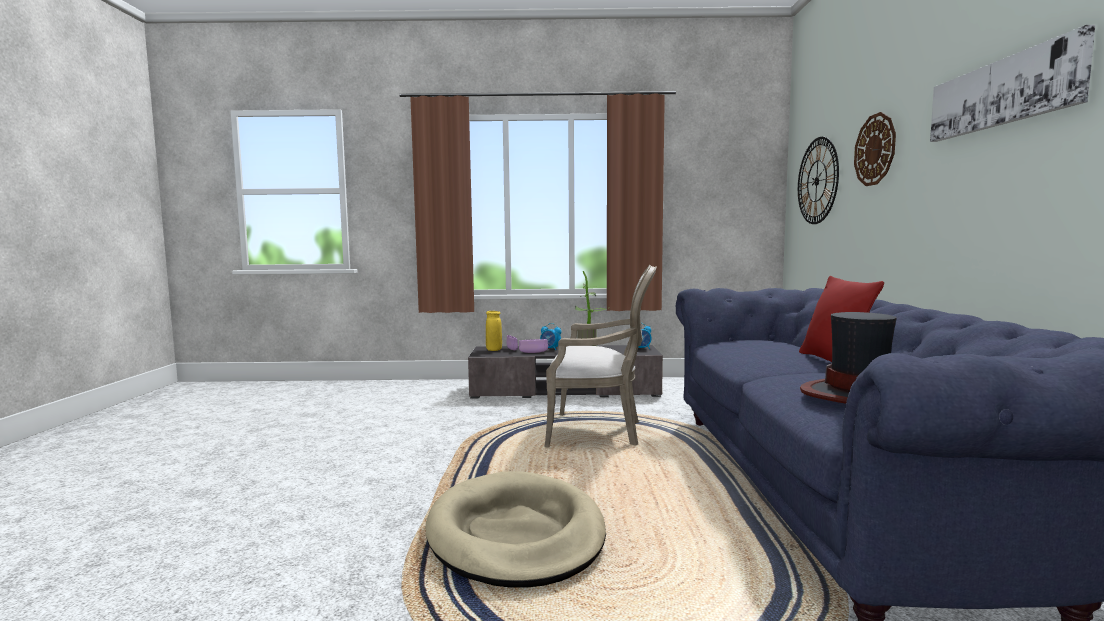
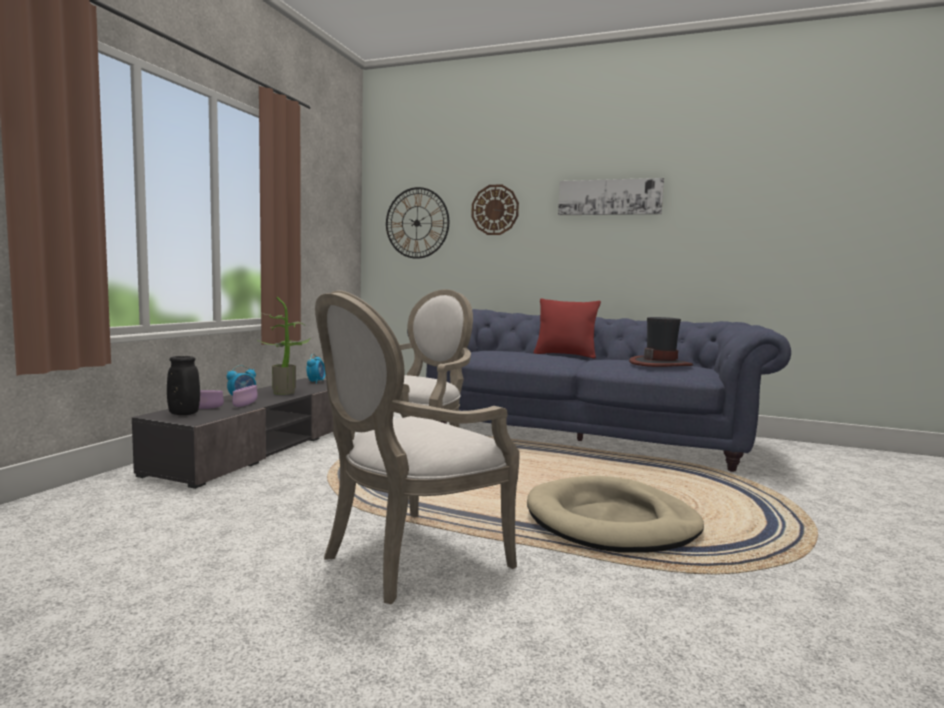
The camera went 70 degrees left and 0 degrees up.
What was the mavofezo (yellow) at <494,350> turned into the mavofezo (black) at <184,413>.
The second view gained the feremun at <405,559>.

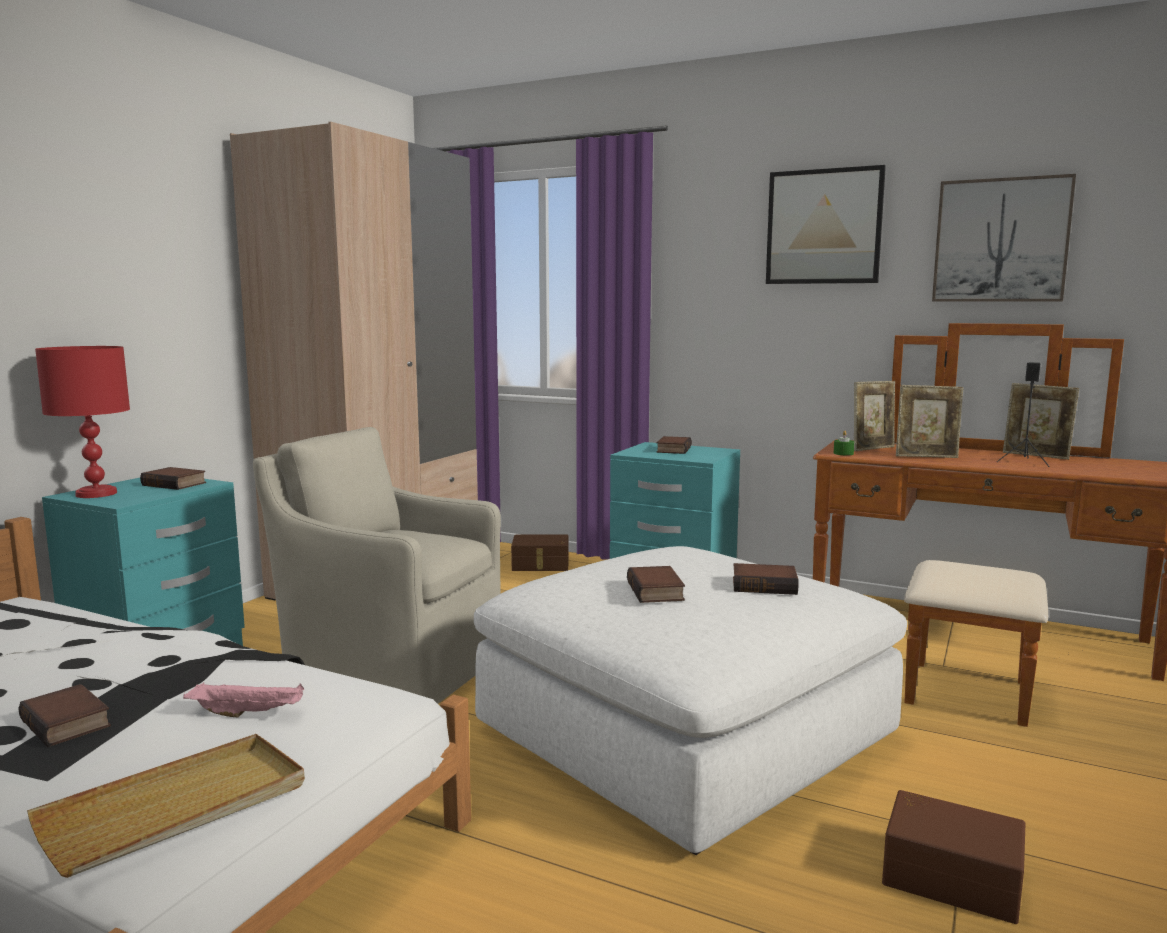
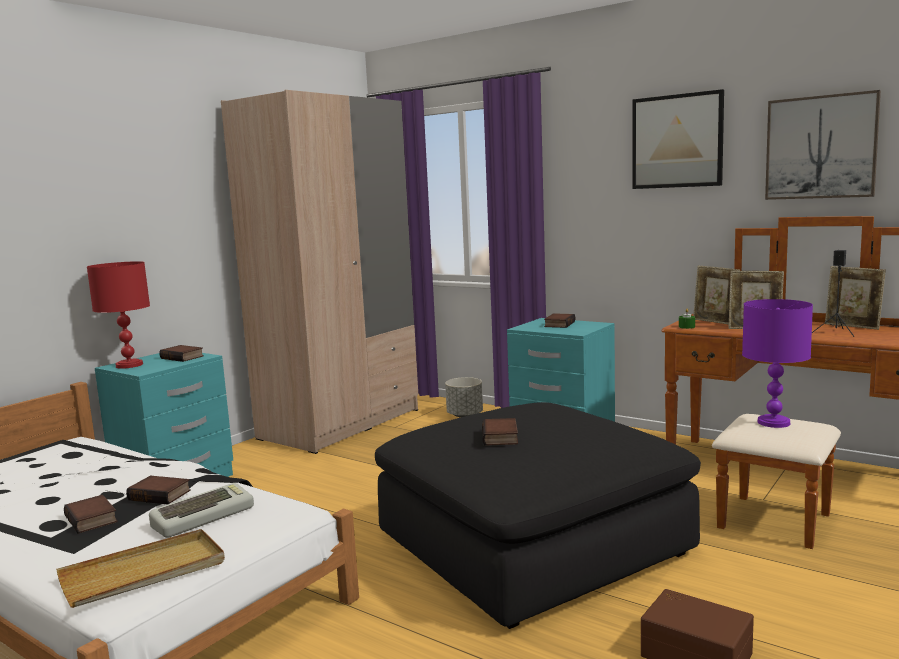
The camera went 10 degrees right and 0 degrees up.
Where the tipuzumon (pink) stood at <249,713>, the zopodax came to stand at <203,516>.
The second view lost the feremun (beige) at <391,670>.
What was the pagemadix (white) at <684,733> turned into the pagemadix (black) at <532,545>.
Where the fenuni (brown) stood at <540,565>, the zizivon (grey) came to stand at <465,415>.
The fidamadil ended up elsewhere, having gone from <765,585> to <161,495>.
The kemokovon at <872,449> ended up facing another way, 75 degrees clockwise from before.
The second view gained the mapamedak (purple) at <773,422>.

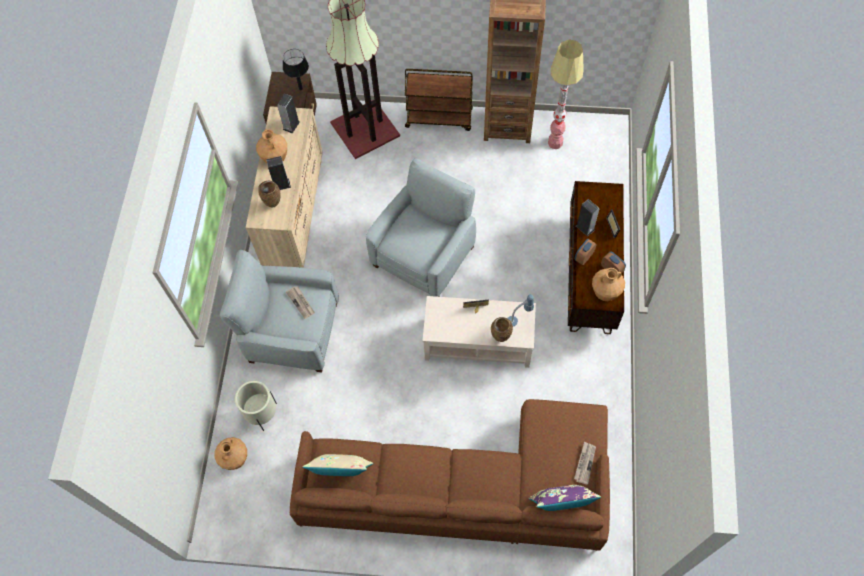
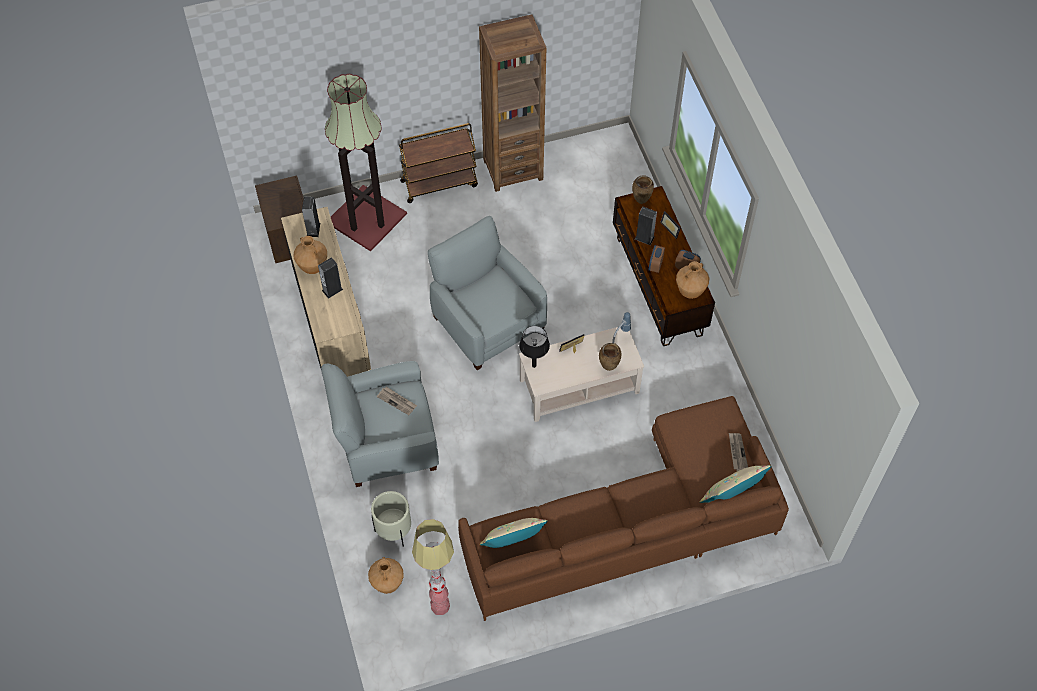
The camera went 25 degrees left and 5 degrees down.
The mavofezo (brown) ended up elsewhere, having gone from <273,204> to <641,201>.
The mapamedak (black) ended up elsewhere, having gone from <301,89> to <534,365>.
The feremun (grey) at <424,254> ended up facing another way, 45 degrees counterclockwise from before.
What was the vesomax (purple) at <560,504> turned into the vesomax (beige) at <731,496>.
The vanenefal ended up elsewhere, having gone from <555,143> to <440,606>.

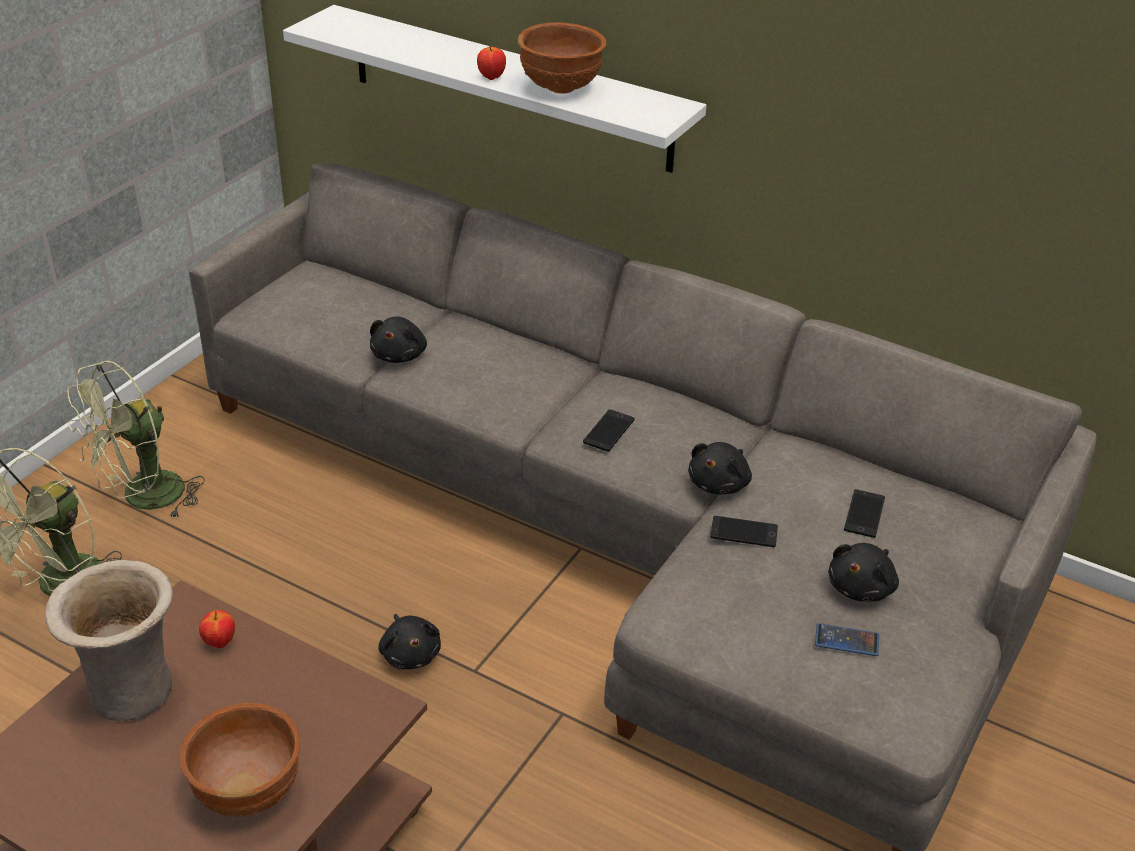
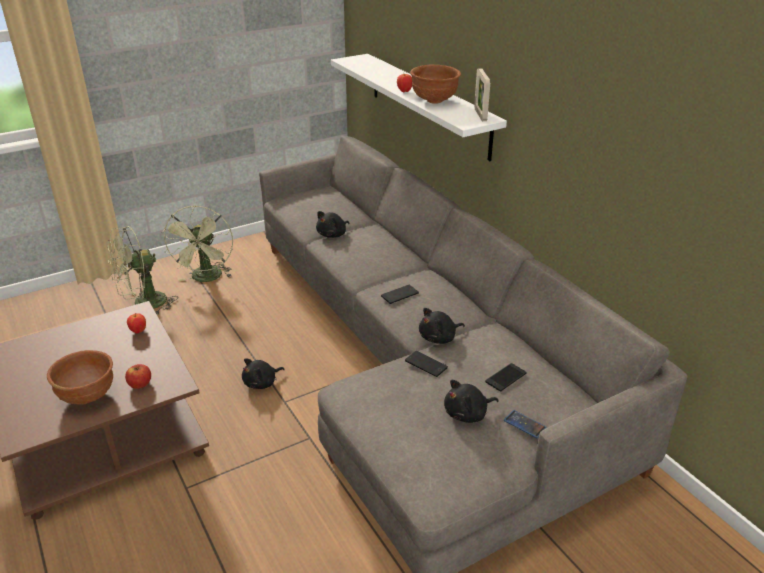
The camera went 30 degrees right and 5 degrees down.
The second view lost the mavofezo (beige) at <130,690>.
The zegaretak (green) at <143,499> ended up facing another way, 75 degrees counterclockwise from before.
The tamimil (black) at <410,653> ended up facing another way, 45 degrees clockwise from before.
The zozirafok ended up elsewhere, having gone from <846,640> to <525,424>.
The second view gained the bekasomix at <140,384>.
The second view gained the kemokovon at <480,115>.

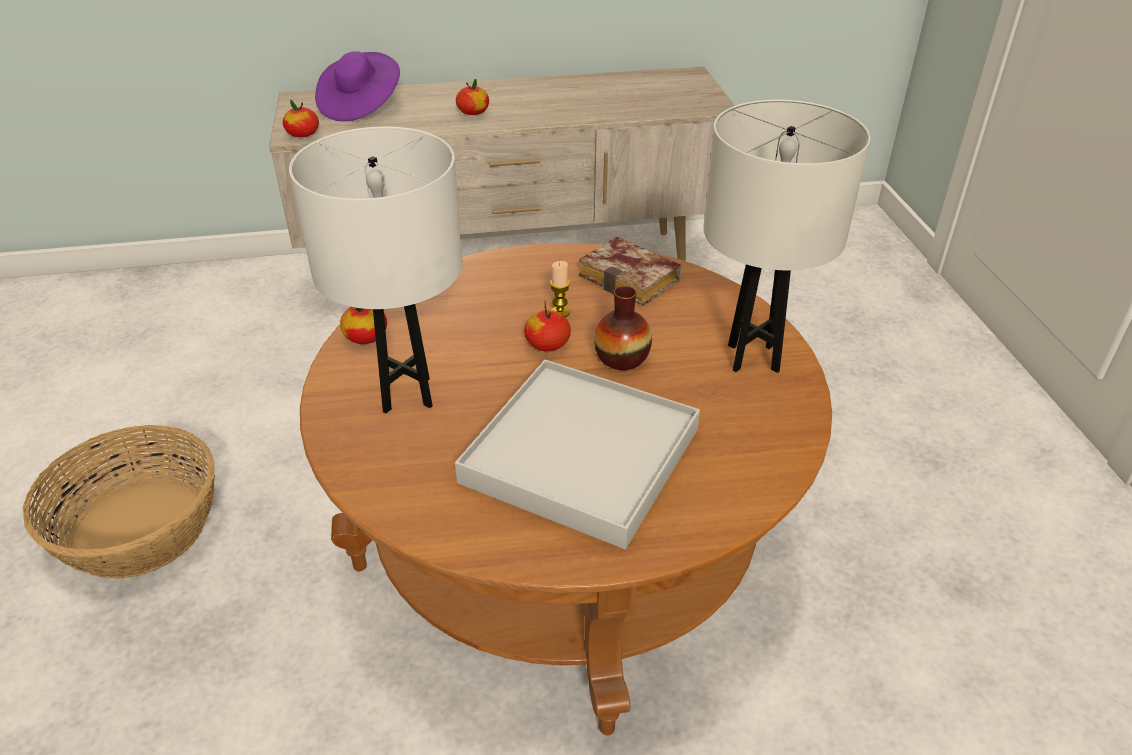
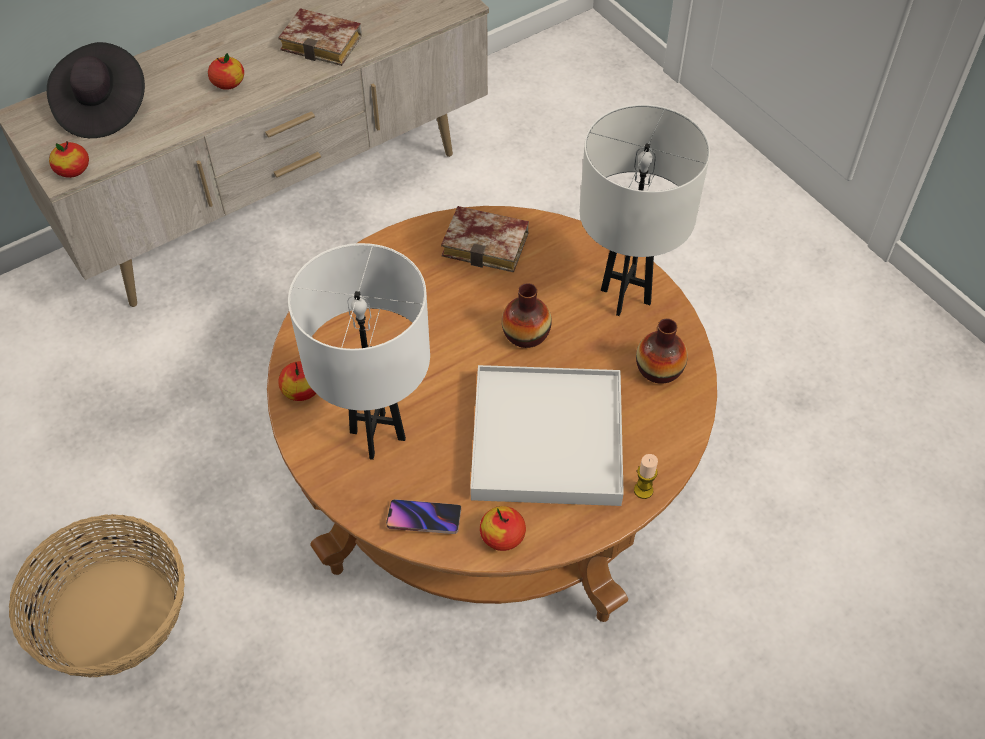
The camera went 25 degrees left and 15 degrees up.
What was the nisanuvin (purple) at <360,106> turned into the nisanuvin (black) at <102,108>.
The bekasomix ended up elsewhere, having gone from <547,344> to <502,536>.
The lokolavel ended up elsewhere, having gone from <560,312> to <643,490>.
The second view gained the fidamadil at <325,43>.
The second view gained the zozirafok at <424,519>.
The second view gained the mavofezo at <659,369>.

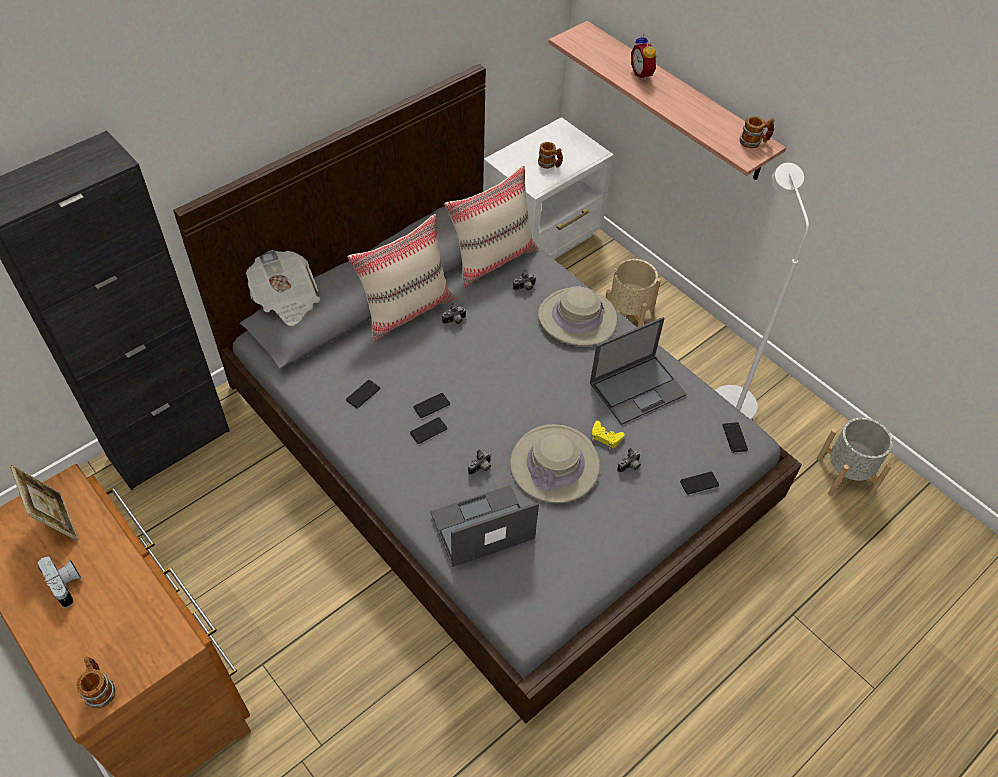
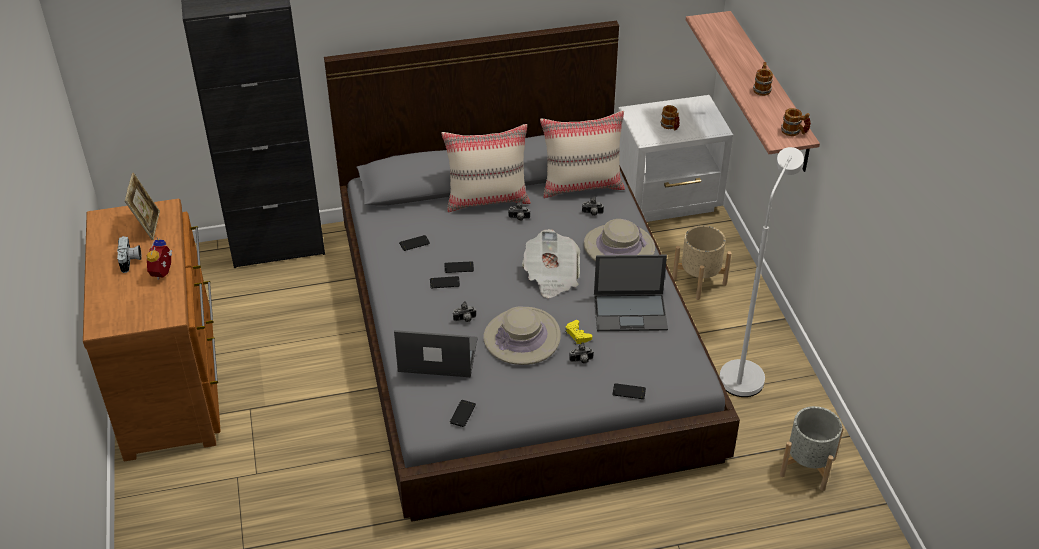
The camera went 30 degrees right and 10 degrees down.
The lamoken ended up elsewhere, having gone from <100,688> to <761,88>.
The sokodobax ended up elsewhere, having gone from <286,300> to <551,276>.
The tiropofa ended up elsewhere, having gone from <643,73> to <164,273>.
The zozirafok ended up elsewhere, having gone from <734,437> to <462,413>.

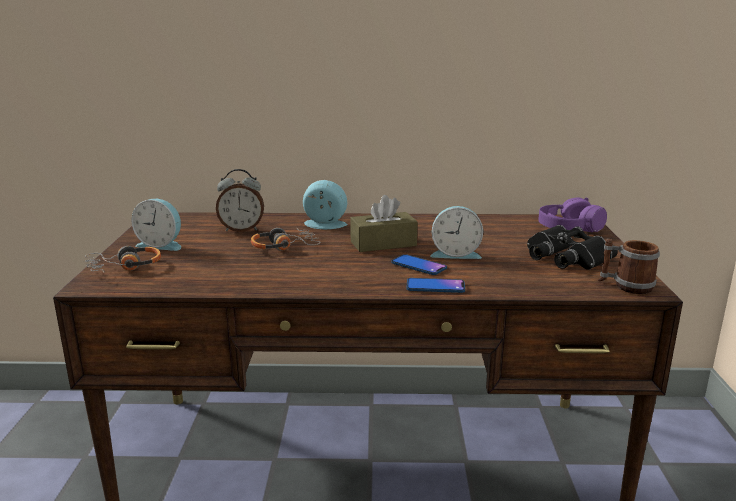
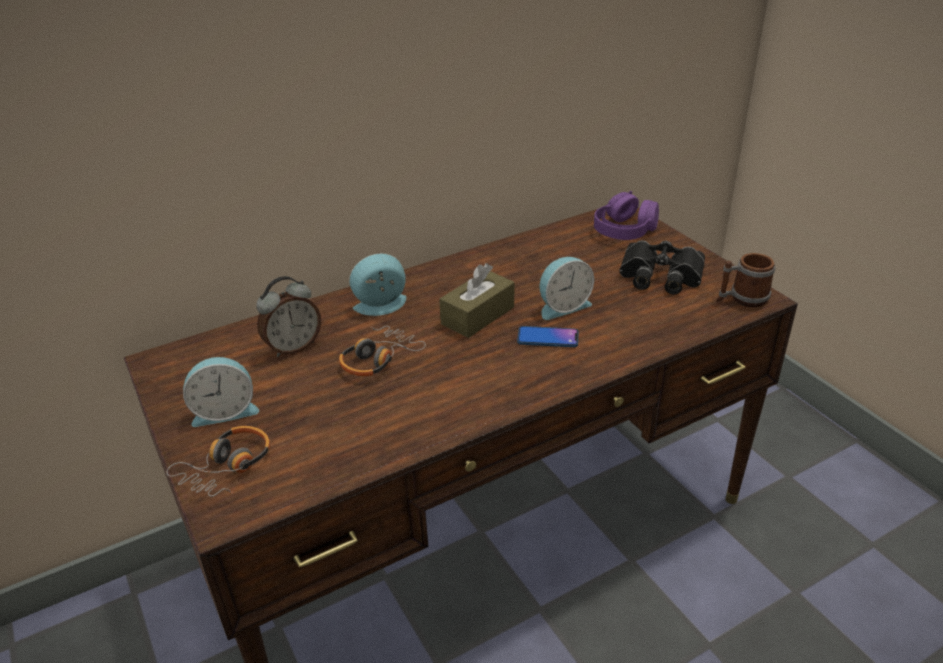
The camera went 30 degrees left and 15 degrees up.
The second view lost the zozirafok at <435,286>.

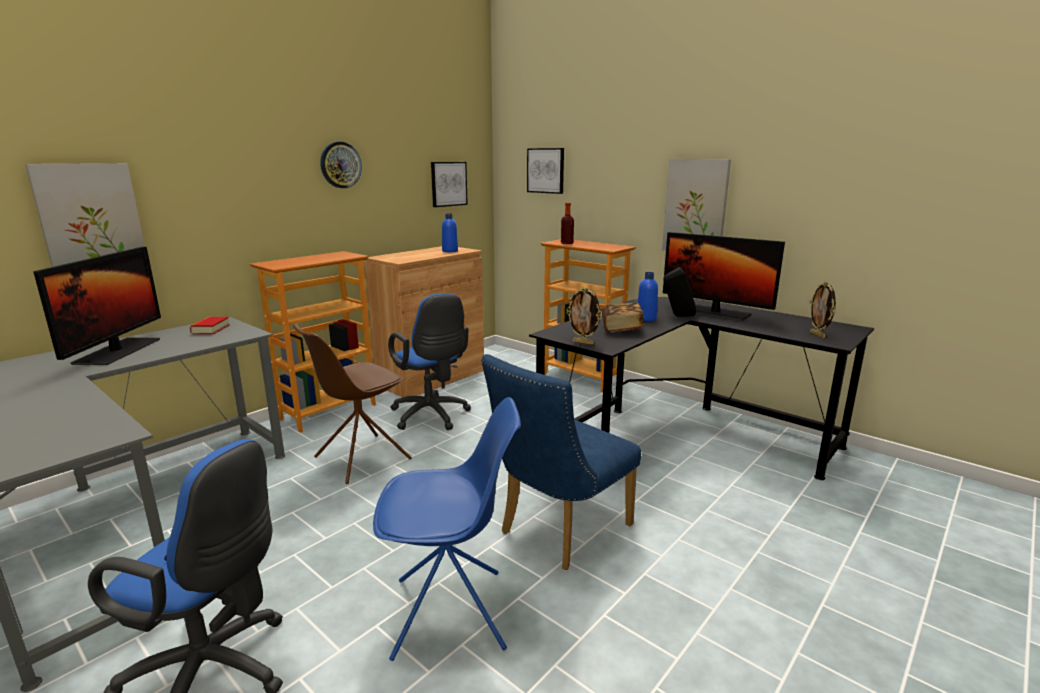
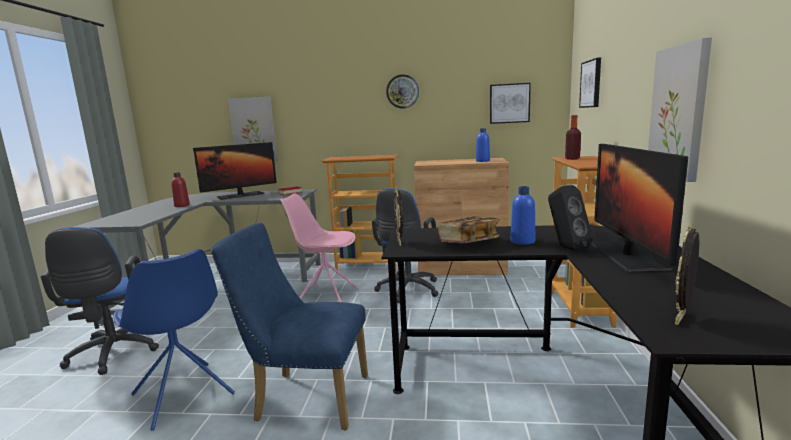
The camera went 55 degrees right and 5 degrees down.
What was the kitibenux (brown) at <360,458> turned into the kitibenux (pink) at <326,297>.
The second view gained the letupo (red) at <182,205>.

